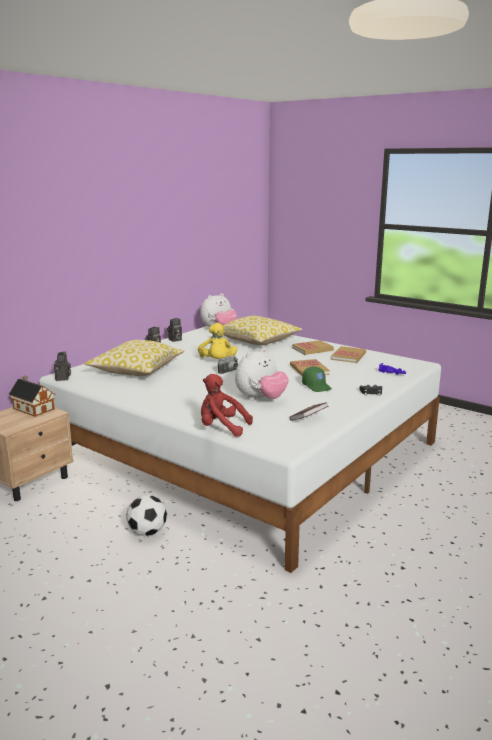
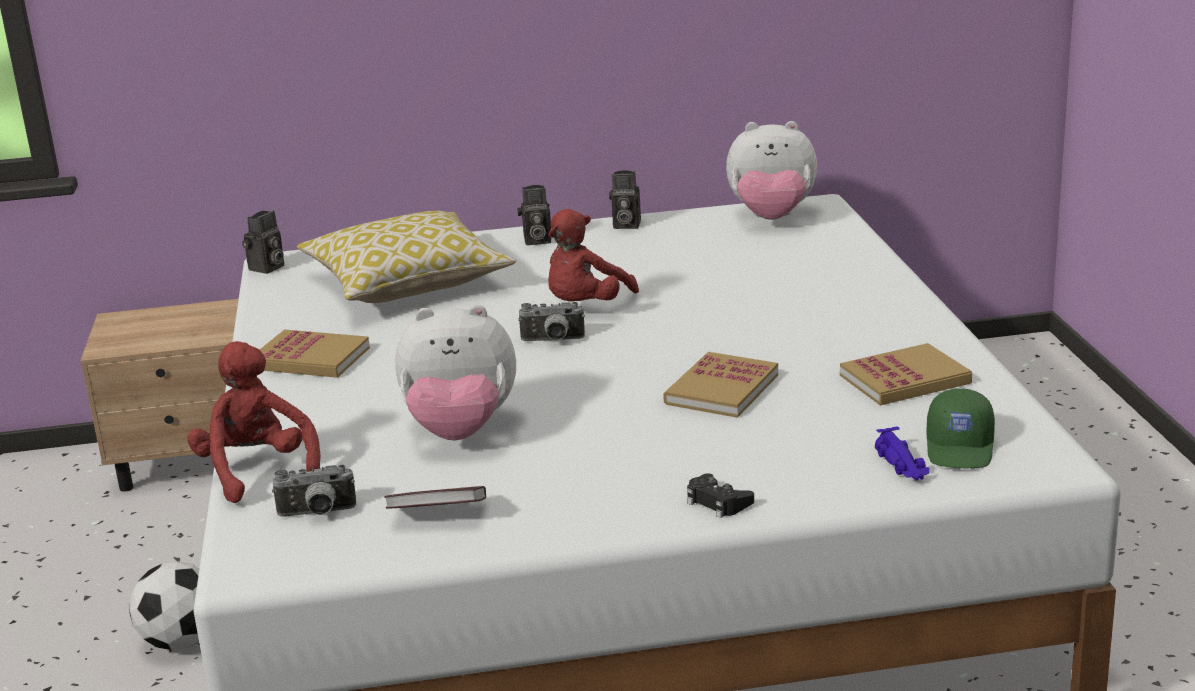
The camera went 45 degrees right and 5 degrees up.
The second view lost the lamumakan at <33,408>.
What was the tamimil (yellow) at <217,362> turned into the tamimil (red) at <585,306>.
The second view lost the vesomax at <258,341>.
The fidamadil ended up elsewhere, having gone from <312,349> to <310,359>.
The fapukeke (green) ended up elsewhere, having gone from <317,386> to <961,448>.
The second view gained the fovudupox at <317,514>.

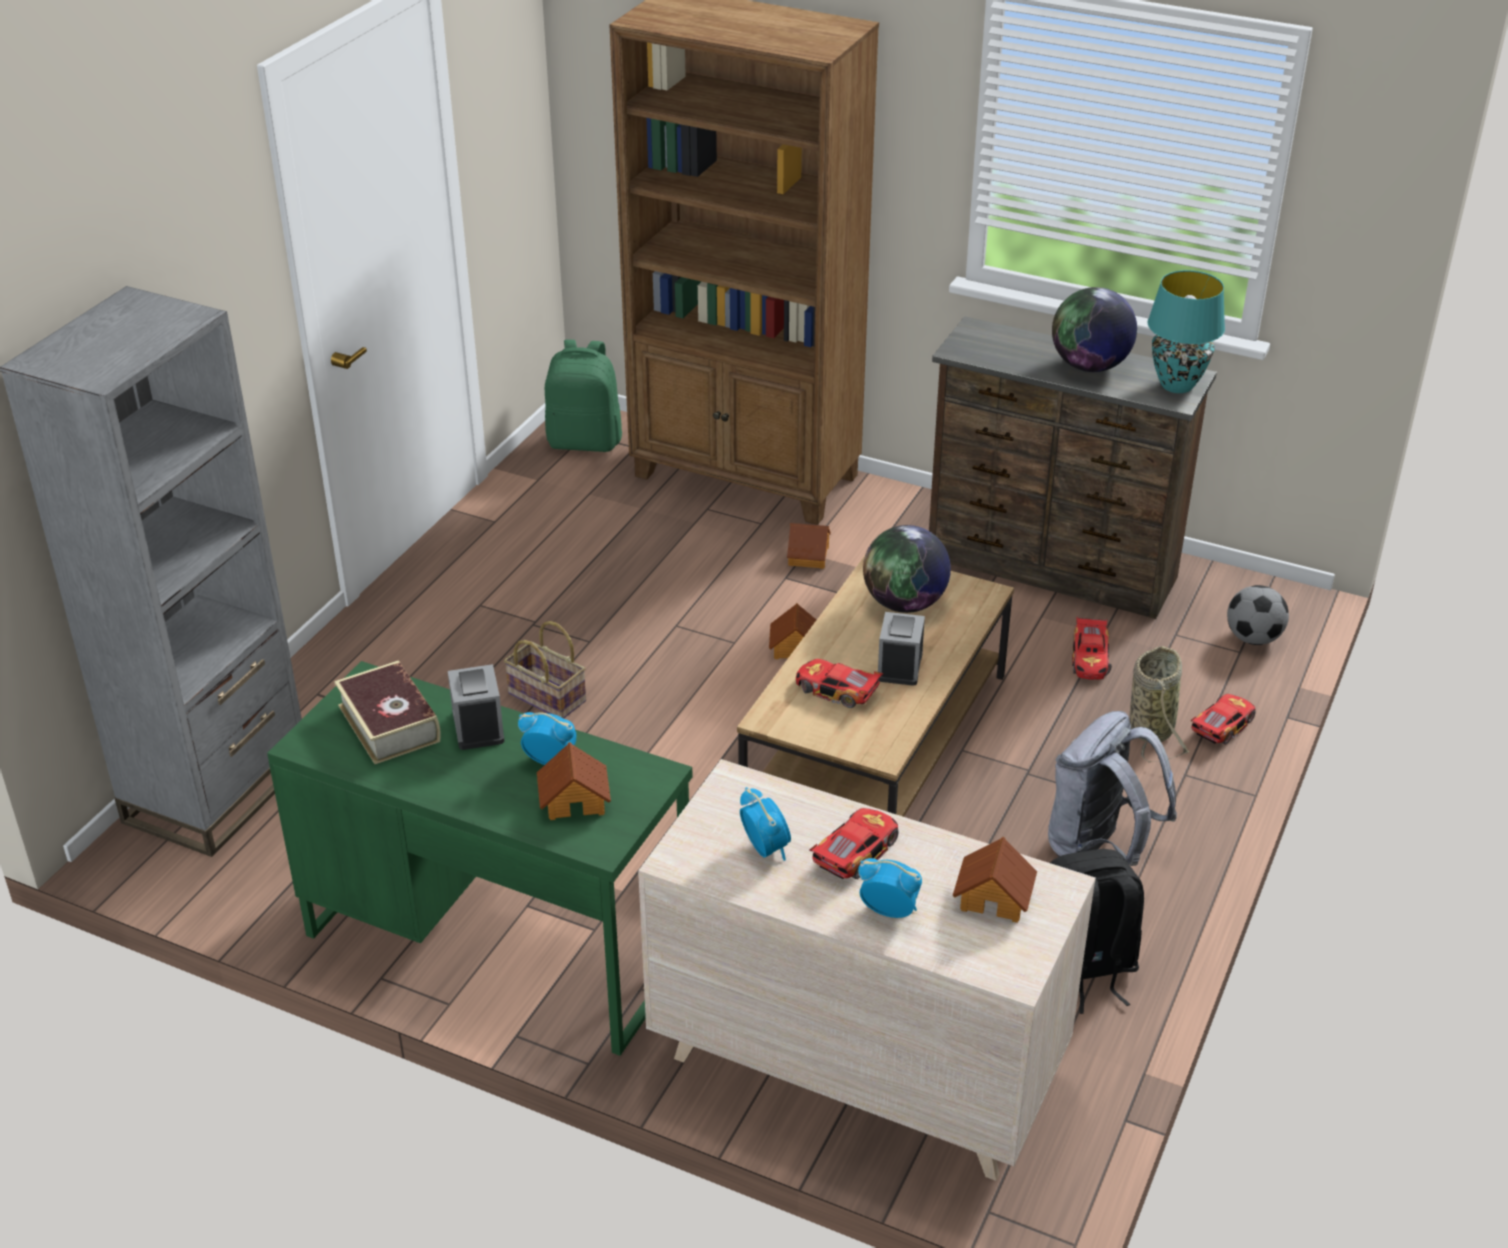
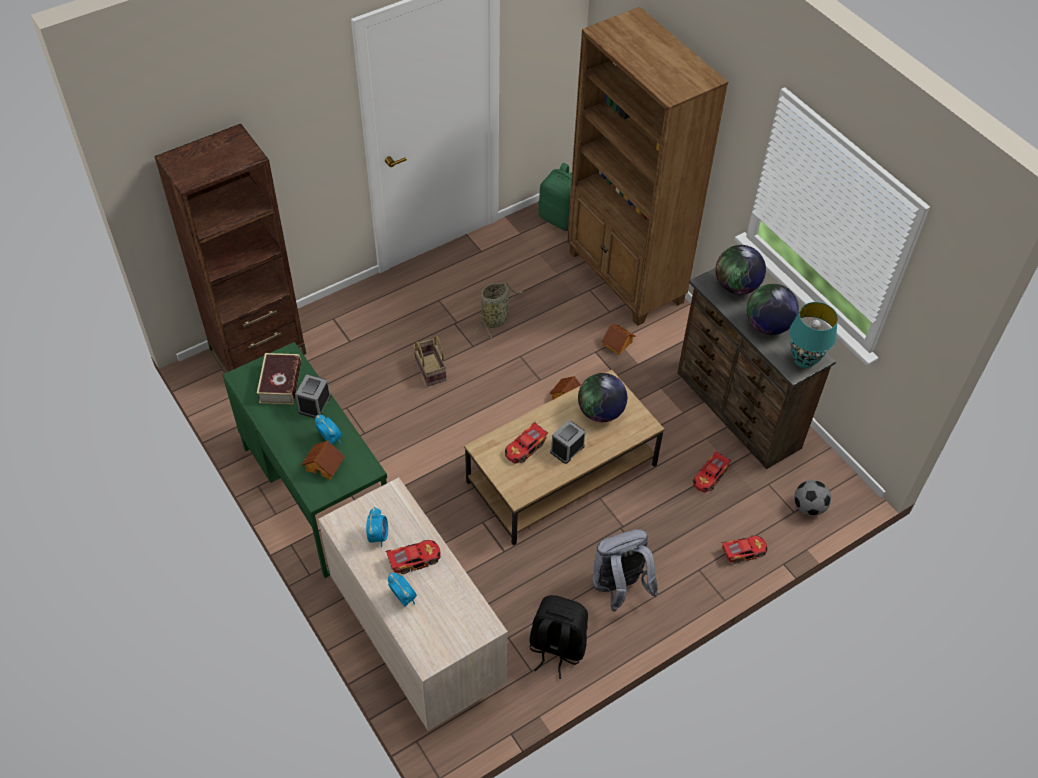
The camera went 30 degrees right and 15 degrees up.
What was the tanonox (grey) at <218,790> turned into the tanonox (brown) at <258,352>.
The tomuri at <836,691> ended up facing another way, 105 degrees counterclockwise from before.
The second view lost the lamumakan at <994,897>.
The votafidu ended up elsewhere, having gone from <1151,727> to <496,319>.
The second view gained the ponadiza at <736,286>.

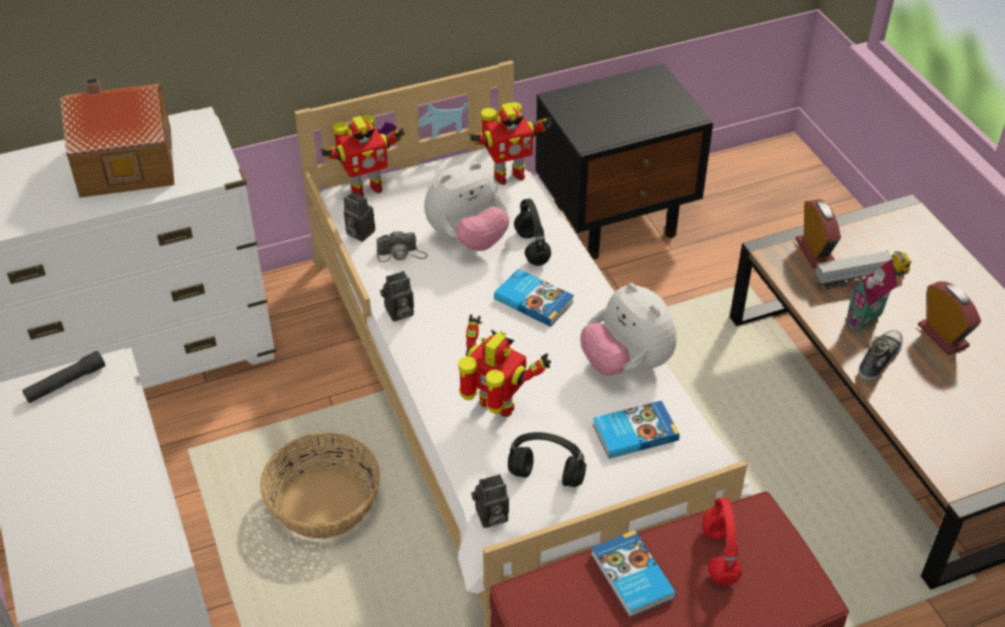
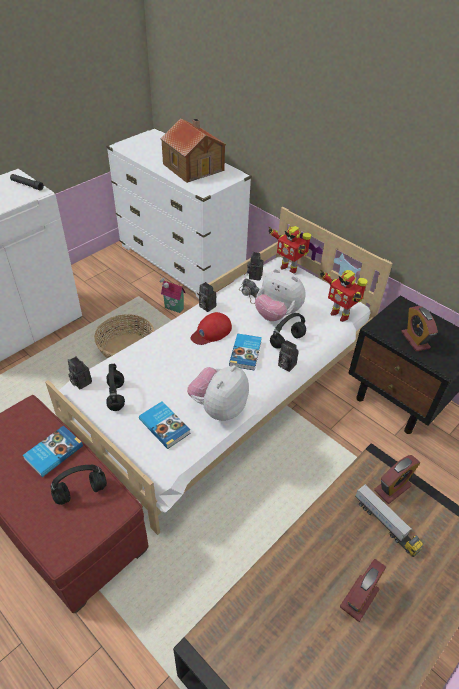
The camera went 65 degrees right and 0 degrees up.
The second view lost the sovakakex at <496,408>.
What was the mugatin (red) at <718,554> turned into the mugatin (black) at <82,492>.
The lamumakan ended up elsewhere, having gone from <866,320> to <173,309>.
The second view lost the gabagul at <878,360>.
The second view gained the fapukeke (red) at <211,332>.
The second view gained the fovudupox at <285,365>.
The second view gained the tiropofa at <415,340>.

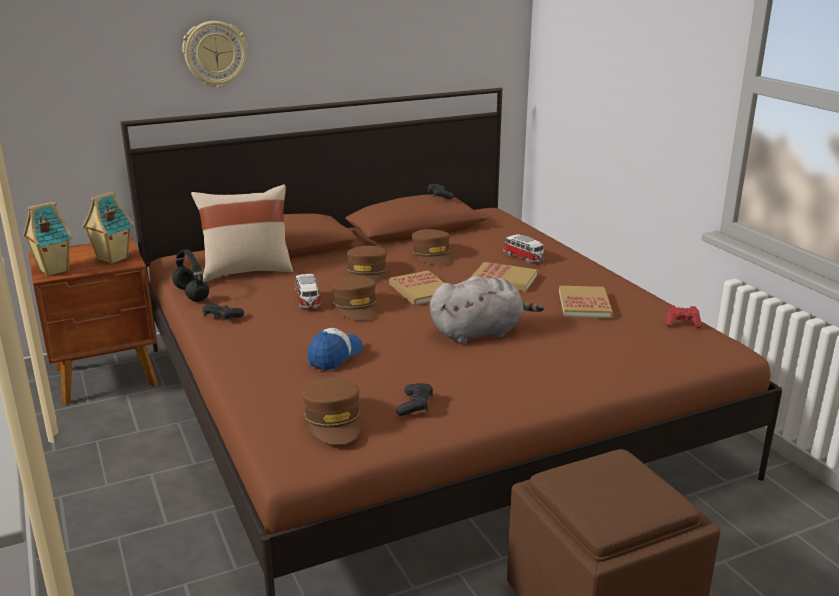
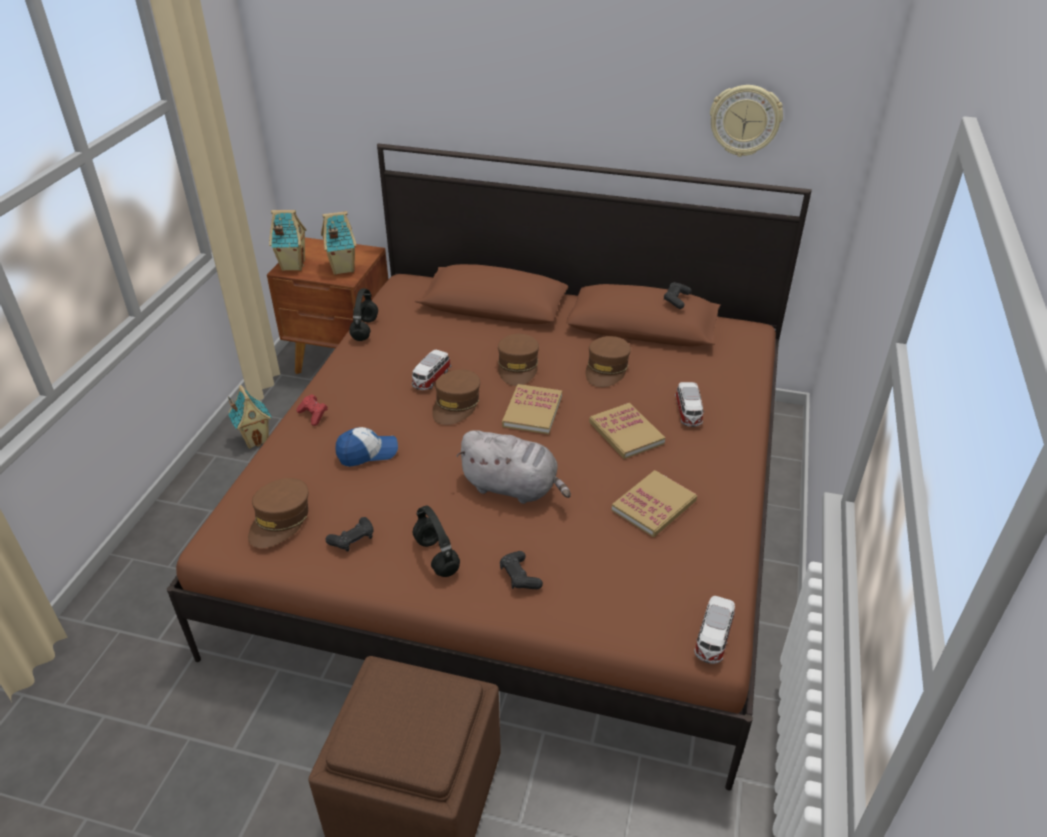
The camera went 40 degrees right and 15 degrees up.
The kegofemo ended up elsewhere, having gone from <215,54> to <745,120>.
The second view lost the vesomax (beige) at <247,271>.
The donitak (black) ended up elsewhere, having gone from <222,317> to <519,576>.
The fapukeke (brown) at <366,274> ended up facing another way, 45 degrees counterclockwise from before.
The donitak (red) ended up elsewhere, having gone from <682,324> to <313,415>.
The second view gained the lamumakan at <256,439>.
The second view gained the mugatin (black) at <437,557>.
The second view gained the tomuri at <713,638>.

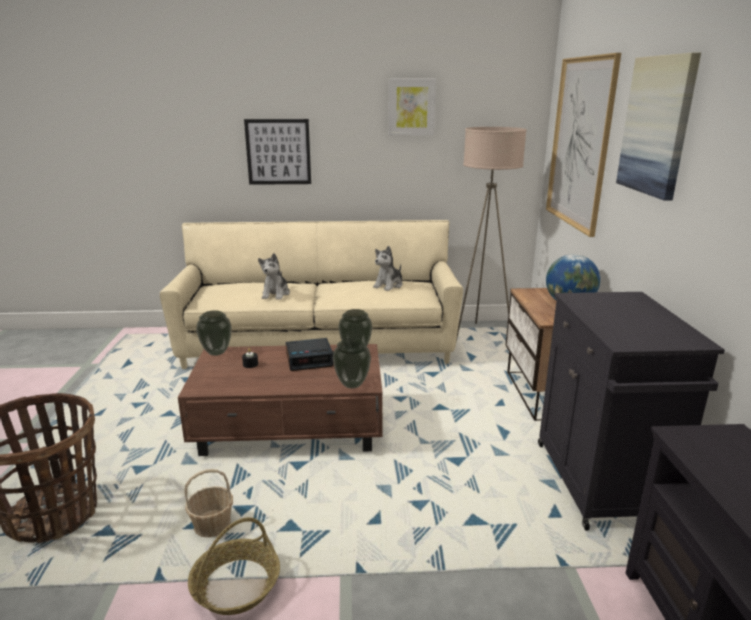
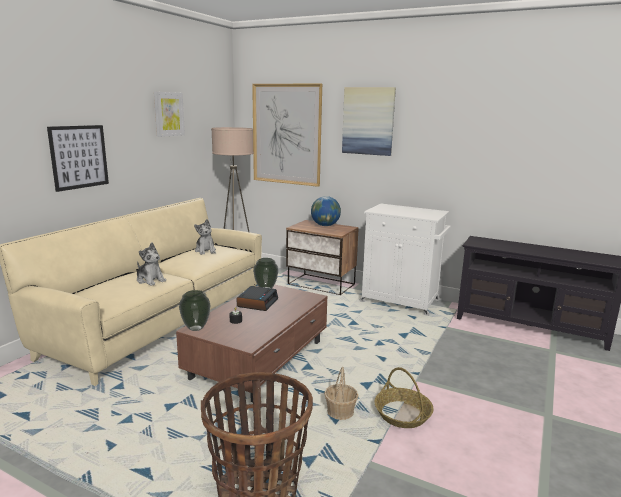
The camera went 60 degrees left and 5 degrees down.
The second view lost the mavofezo at <352,384>.
What was the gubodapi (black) at <601,484> turned into the gubodapi (white) at <401,301>.

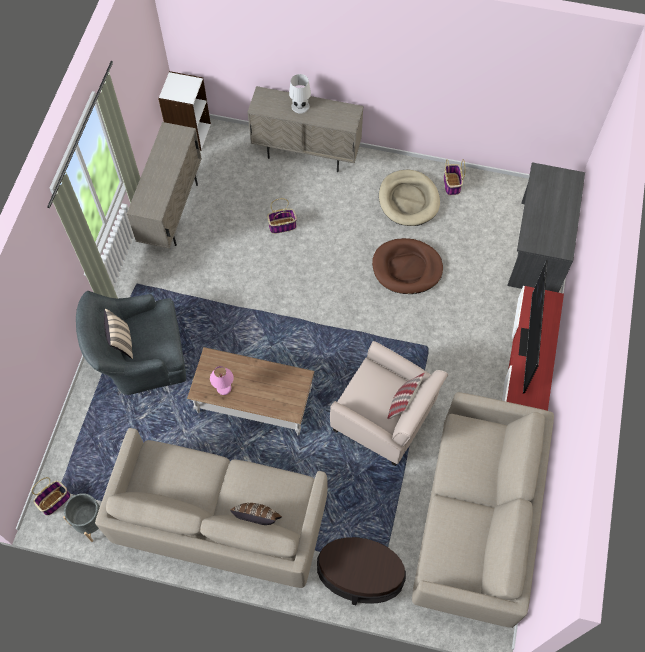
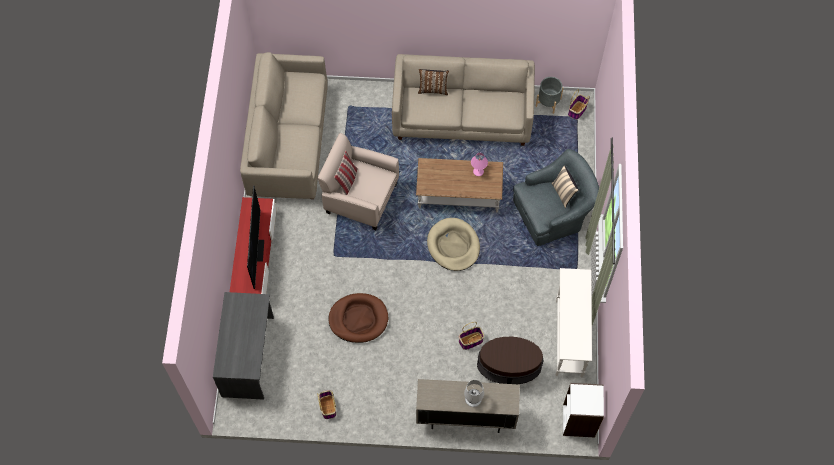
The camera went 170 degrees right and 0 degrees up.
Where the gubodapi (beige) stood at <172,211>, the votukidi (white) came to stand at <568,338>.
The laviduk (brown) ended up elsewhere, having gone from <359,578> to <508,370>.
The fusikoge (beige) ended up elsewhere, having gone from <408,200> to <453,246>.

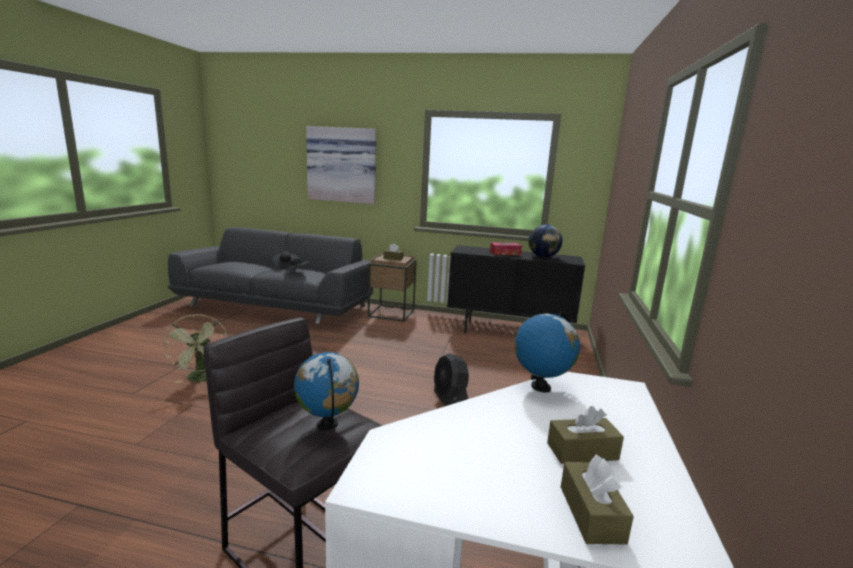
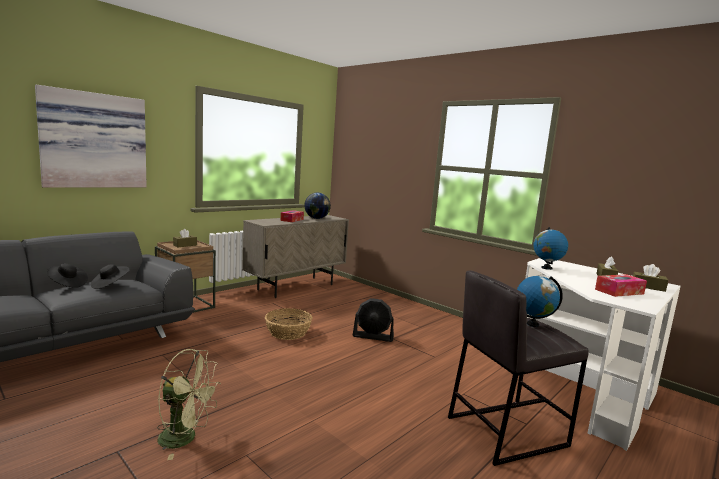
The camera went 60 degrees left and 5 degrees down.
What was the gubodapi (black) at <508,332> turned into the gubodapi (beige) at <296,287>.
The second view gained the votafidu at <288,332>.
The second view gained the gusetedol at <619,291>.

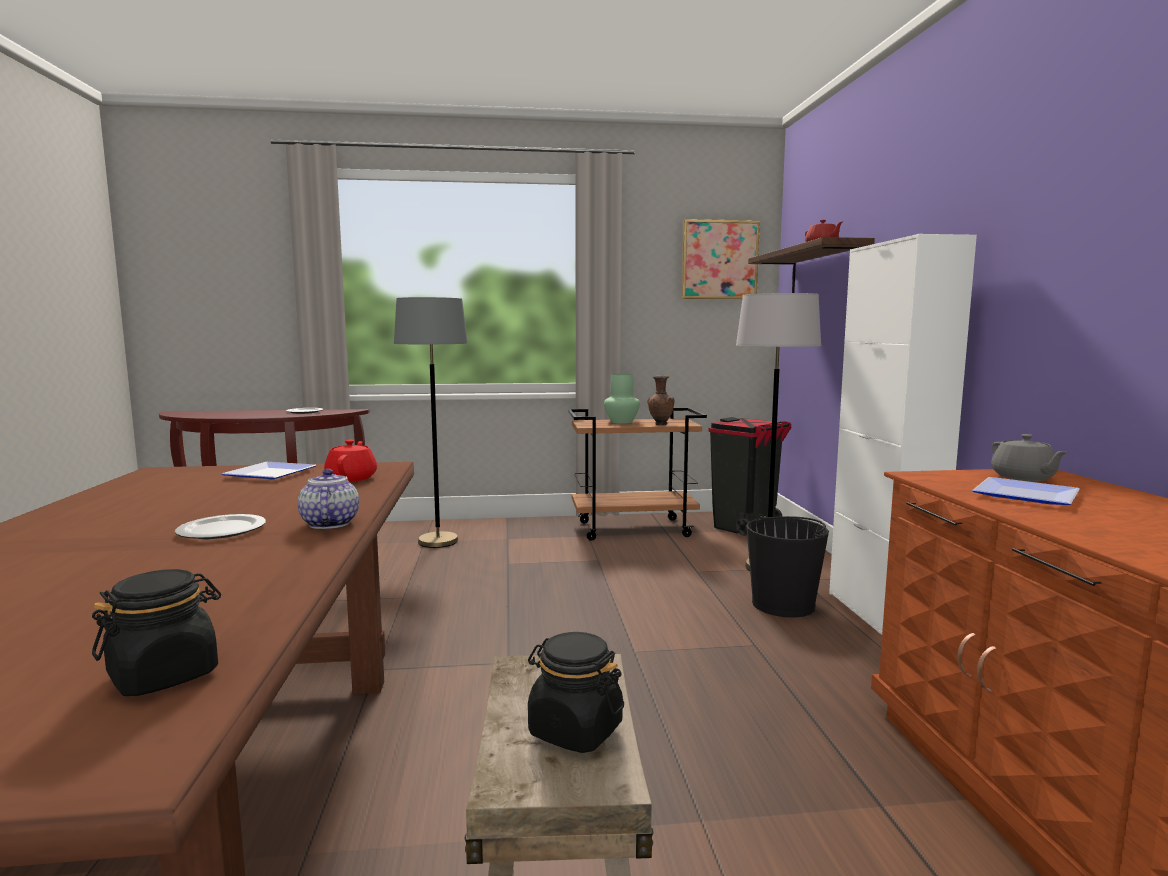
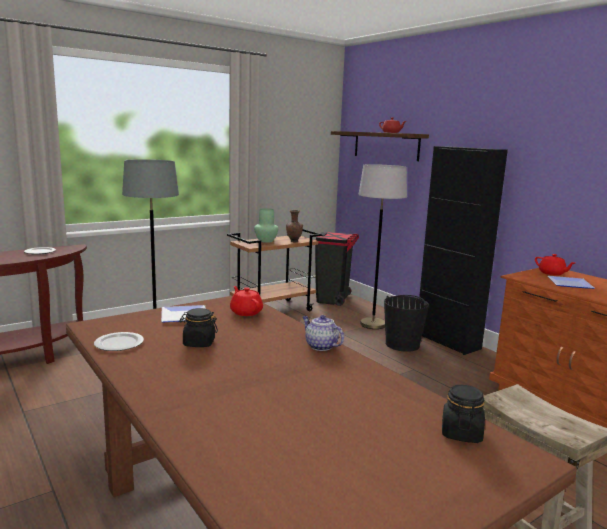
The camera went 30 degrees left and 5 degrees up.
The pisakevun ended up elsewhere, having gone from <223,530> to <119,343>.
The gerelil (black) ended up elsewhere, having gone from <574,730> to <199,343>.
The second view lost the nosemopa at <719,260>.
What was the gubodapi (white) at <880,614> turned into the gubodapi (black) at <447,341>.
What was the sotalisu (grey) at <1023,478> turned into the sotalisu (red) at <552,273>.

